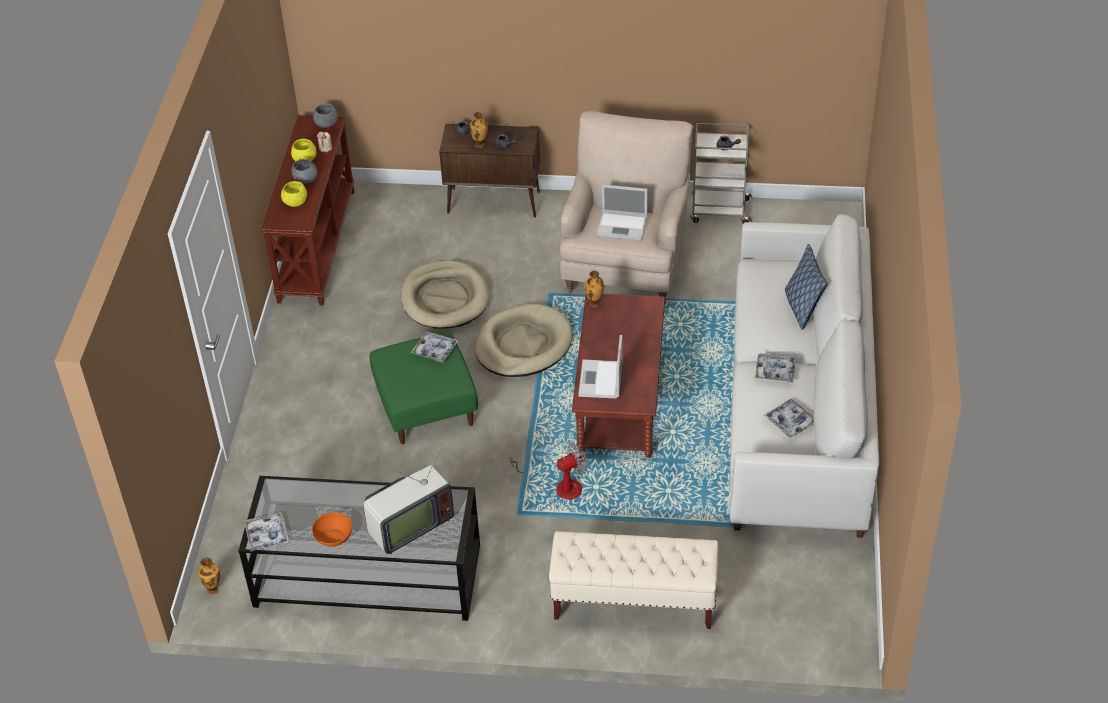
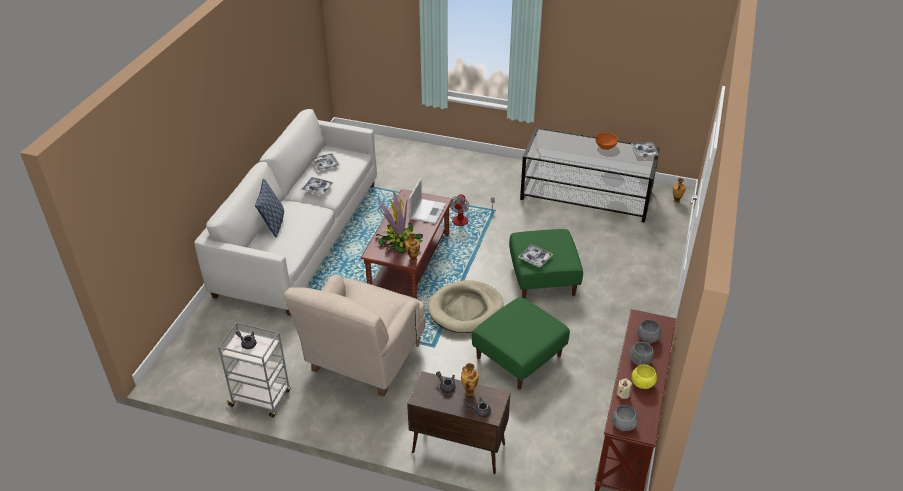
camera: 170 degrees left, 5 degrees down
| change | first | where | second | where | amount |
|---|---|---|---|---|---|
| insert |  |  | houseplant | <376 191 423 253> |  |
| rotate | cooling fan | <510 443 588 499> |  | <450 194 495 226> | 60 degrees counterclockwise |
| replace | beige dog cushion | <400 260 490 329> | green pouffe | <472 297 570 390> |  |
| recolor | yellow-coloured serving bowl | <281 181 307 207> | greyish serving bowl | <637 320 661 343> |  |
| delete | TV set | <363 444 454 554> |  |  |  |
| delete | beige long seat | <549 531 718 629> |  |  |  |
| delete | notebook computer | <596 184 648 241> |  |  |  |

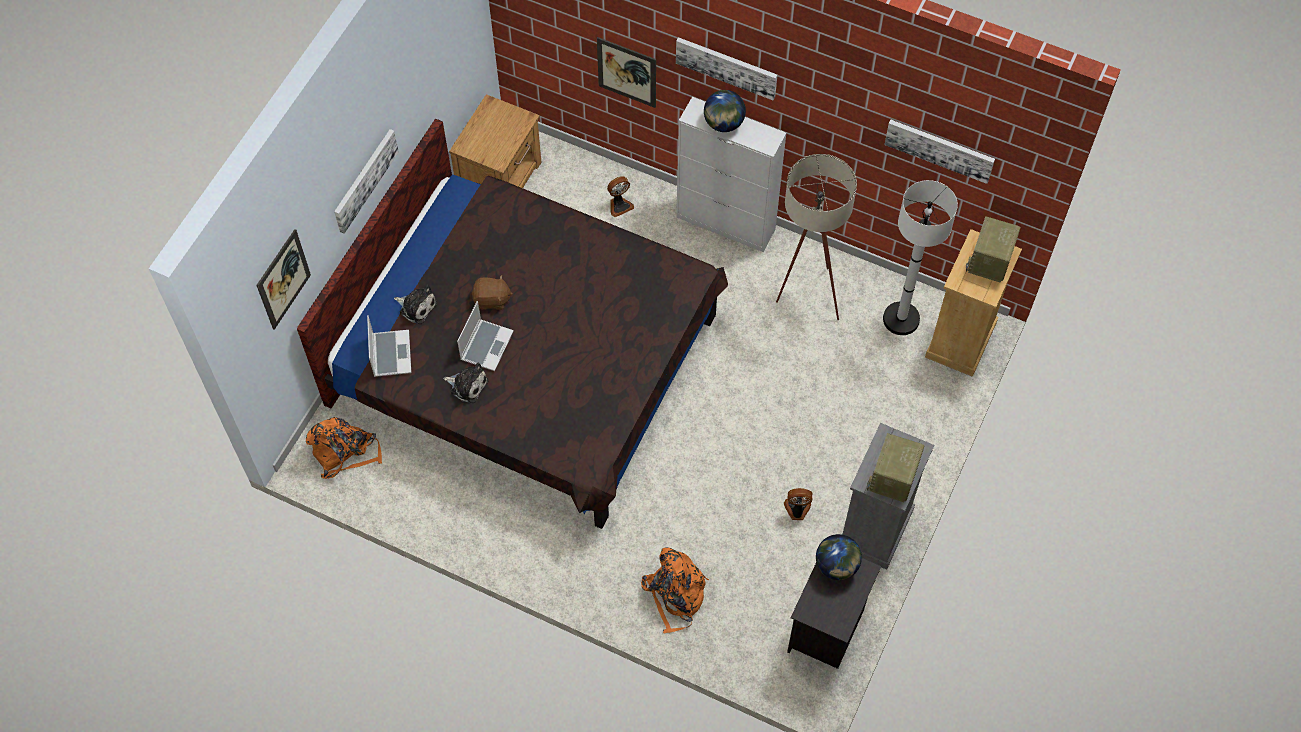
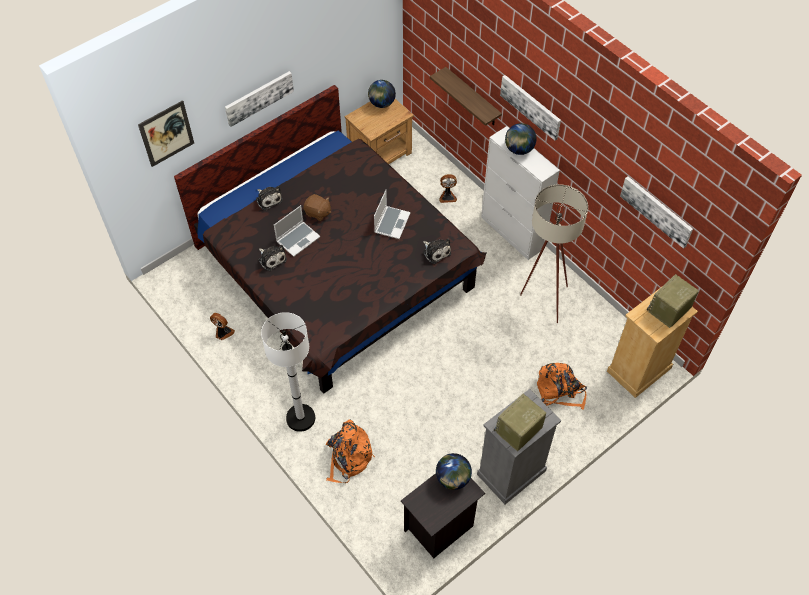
camera: 25 degrees right, 5 degrees down
| change | first | where | second | where | amount |
|---|---|---|---|---|---|
| move | cooling fan | <784 488 813 520> |  | <210 313 235 340> |  |
| move | whitish standing lamp | <883 180 958 335> |  | <261 312 315 432> |  |
| insert |  |  | globe | <368 80 396 108> |  |
| move | notebook computer | <367 315 411 377> |  | <374 190 411 239> |  |
| insert |  |  | plush toy | <423 238 451 264> |  |
| replace | wall art | <597 37 656 108> | wall shelf | <430 67 502 126> |  |
| move | orangey rucksack | <306 417 382 479> |  | <537 363 587 410> |  |

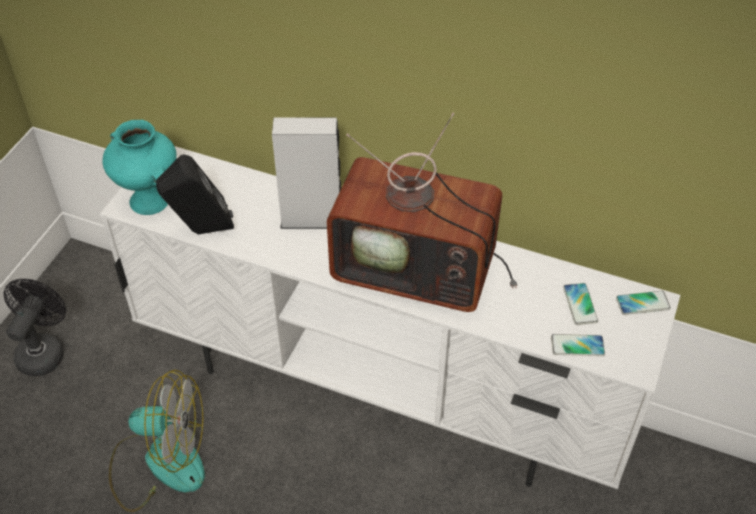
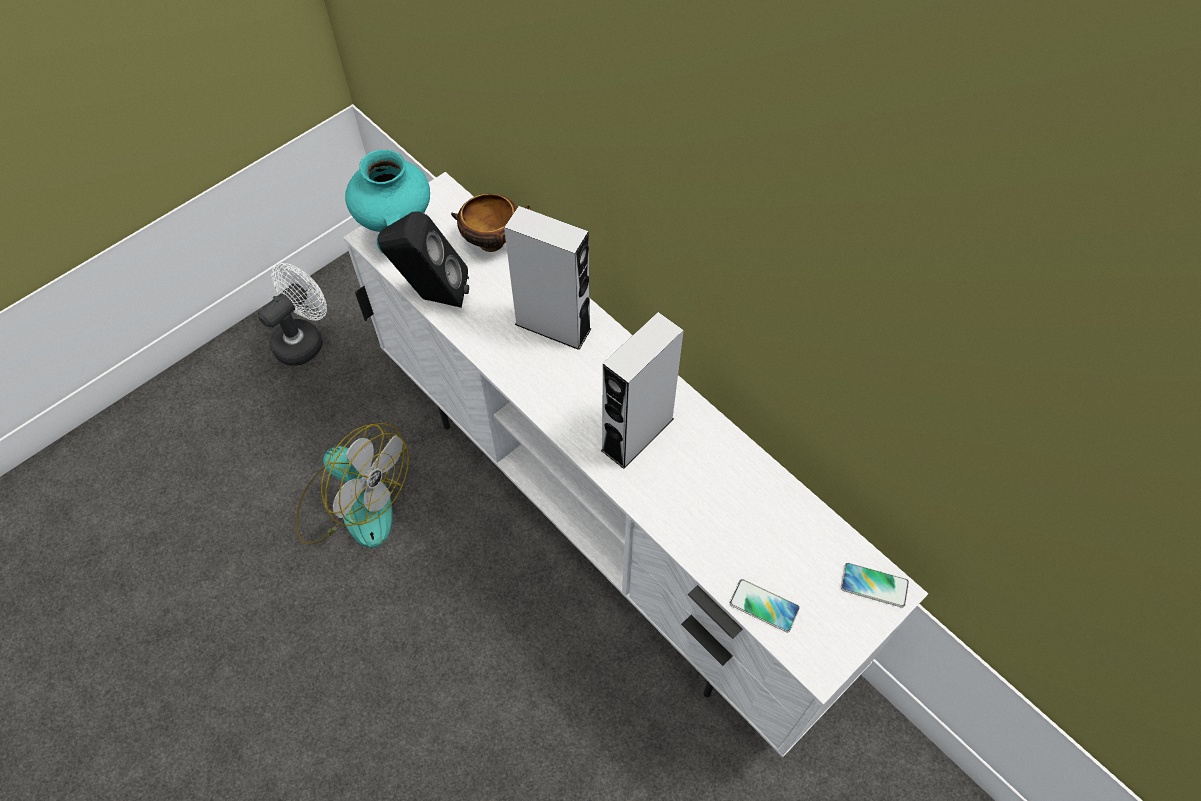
camera: 25 degrees right, 10 degrees up
| change | first | where | second | where | amount |
|---|---|---|---|---|---|
| recolor | black cooling fan | <4 279 66 376> | whitish cooling fan | <258 263 327 366> |  |
| insert |  |  | serving bowl | <451 194 531 252> |  |
| replace | TV set | <327 113 517 312> | greyish audio speaker | <601 312 684 469> |  |
| delete | telephone | <563 283 598 325> |  |  |  |

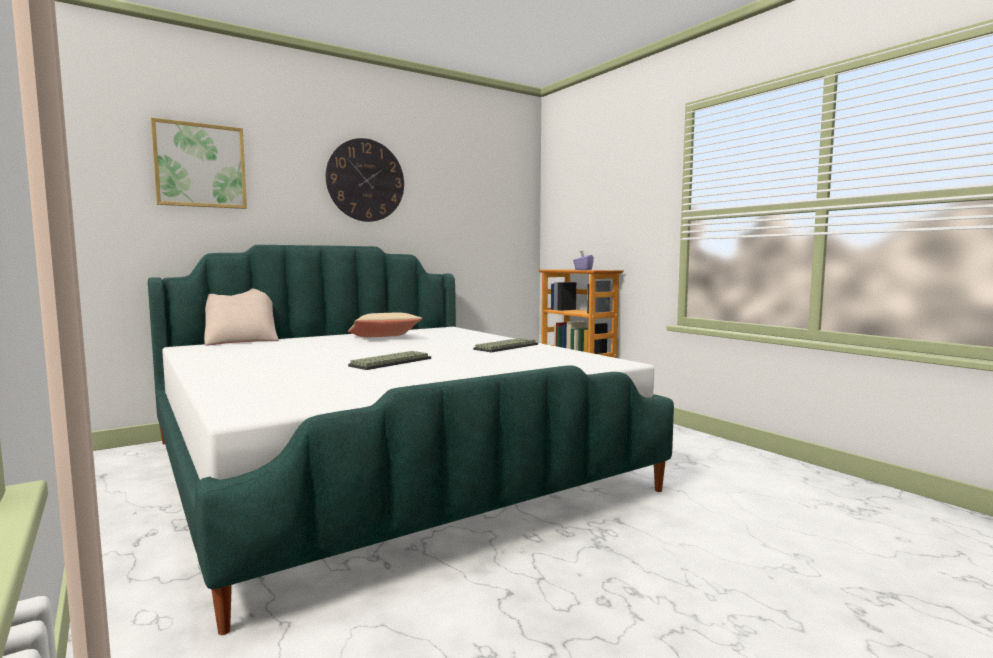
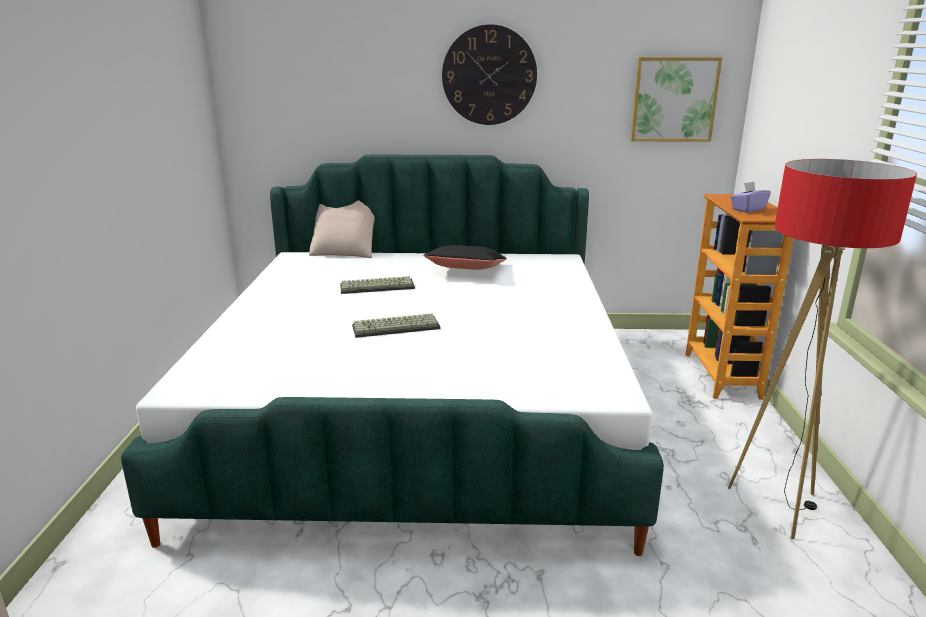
camera: 35 degrees right, 15 degrees up
| change | first | where | second | where | amount |
|---|---|---|---|---|---|
| move | computer keyboard | <473 338 538 352> |  | <340 276 415 294> |  |
| recolor | beige cushion | <348 313 422 337> | black cushion | <423 245 507 270> |  |
| move | wall art | <151 118 247 209> |  | <630 57 722 142> |  |
| insert |  |  | standing lamp | <728 159 917 539> |  |

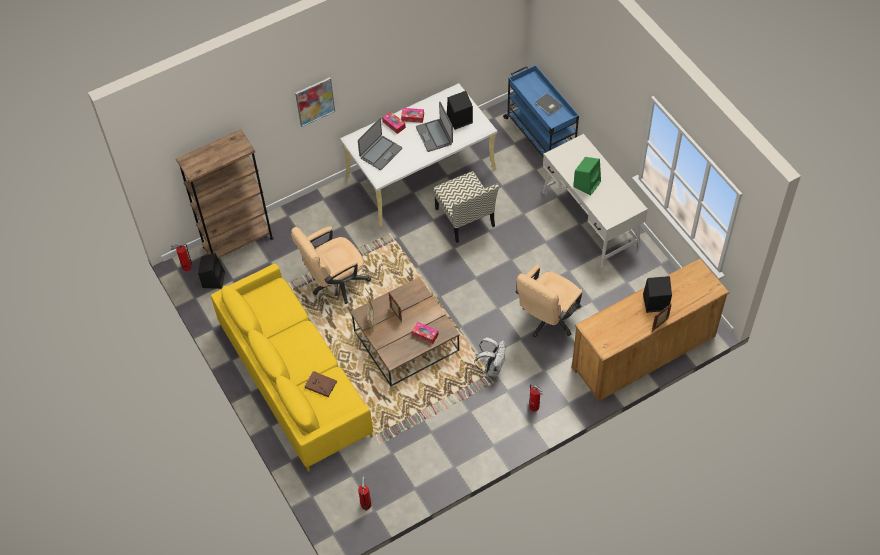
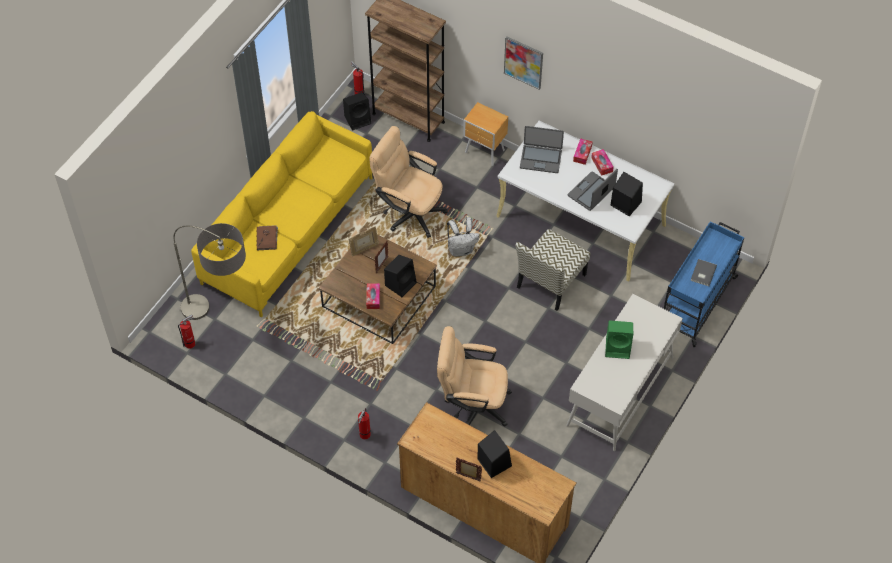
camera: 60 degrees right, 0 degrees up
| change | first | where | second | where | amount |
|---|---|---|---|---|---|
| insert |  |  | standing lamp | <174 223 246 320> |  |
| insert |  |  | black audio speaker | <384 255 417 297> |  |
| move | whitish rucksack | <475 337 505 377> |  | <447 217 480 257> |  |
| insert |  |  | brownish bedside table | <463 102 508 166> |  |

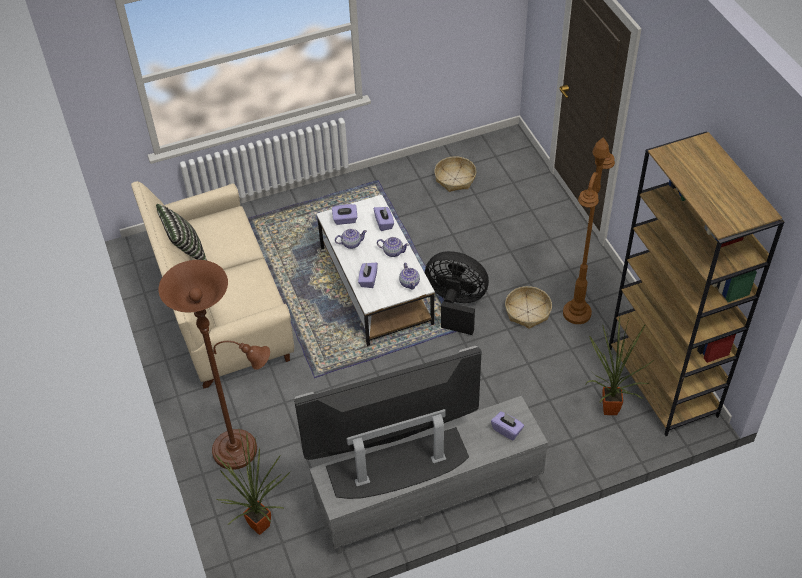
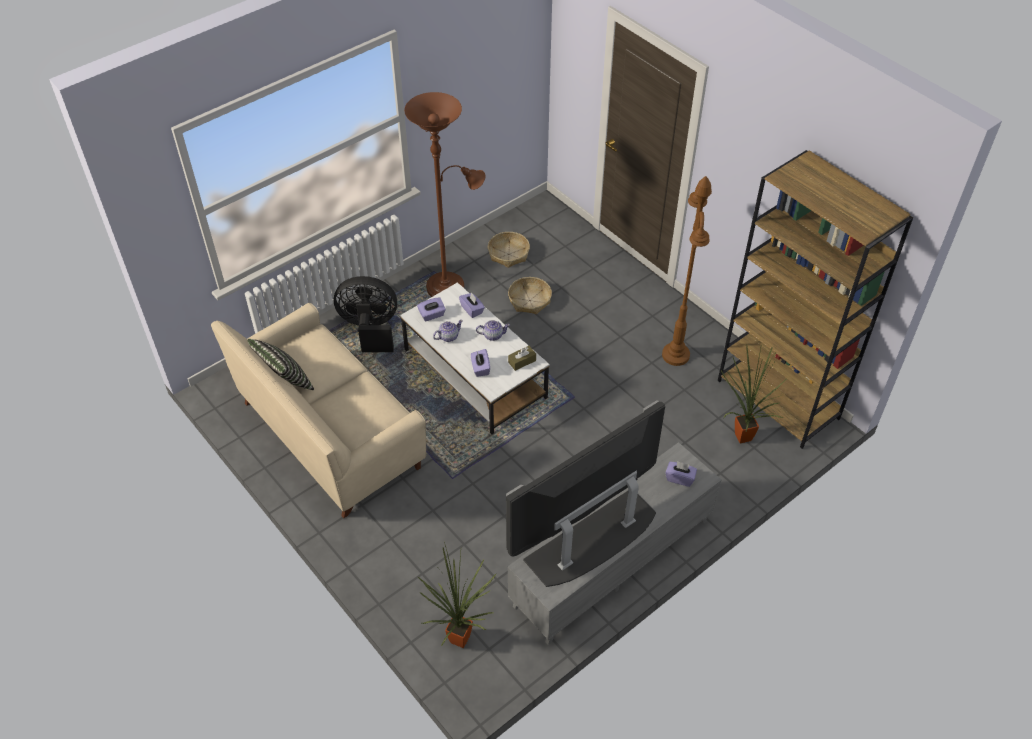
camera: 20 degrees left, 0 degrees up
| change | first | where | second | where | amount |
|---|---|---|---|---|---|
| move | black cooling fan | <425 251 489 335> |  | <334 276 397 352> |  |
| move | brownish standing lamp | <159 260 270 470> |  | <404 92 485 297> |  |
| move | basket | <505 286 552 329> |  | <508 277 552 314> |  |
| replace | pot for tea | <399 263 420 290> | brownish box of tissues | <508 346 536 371> |  |

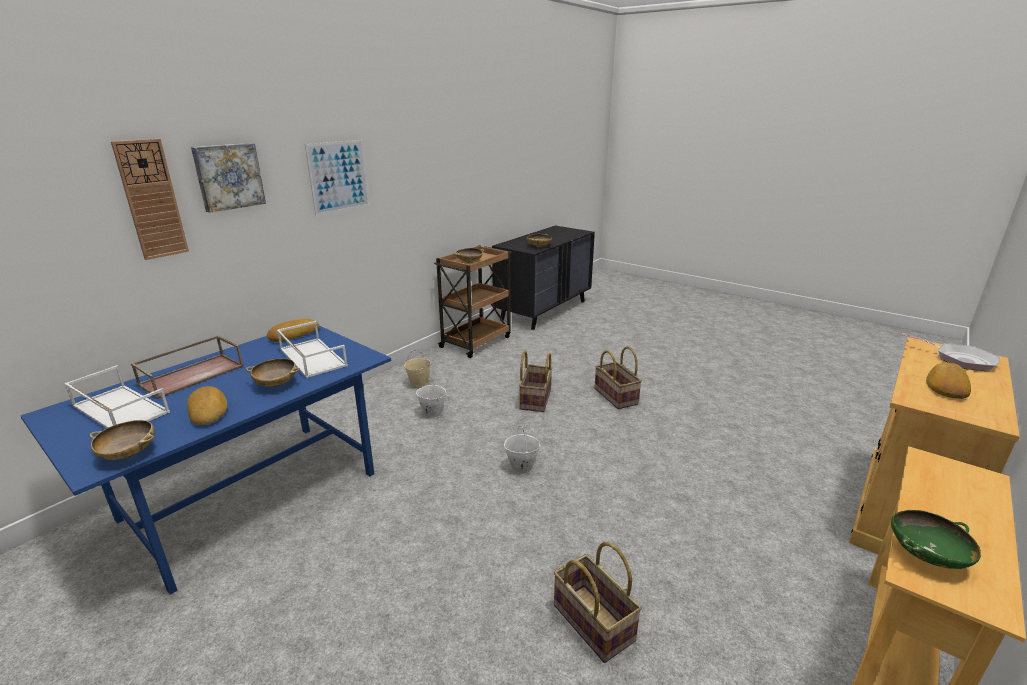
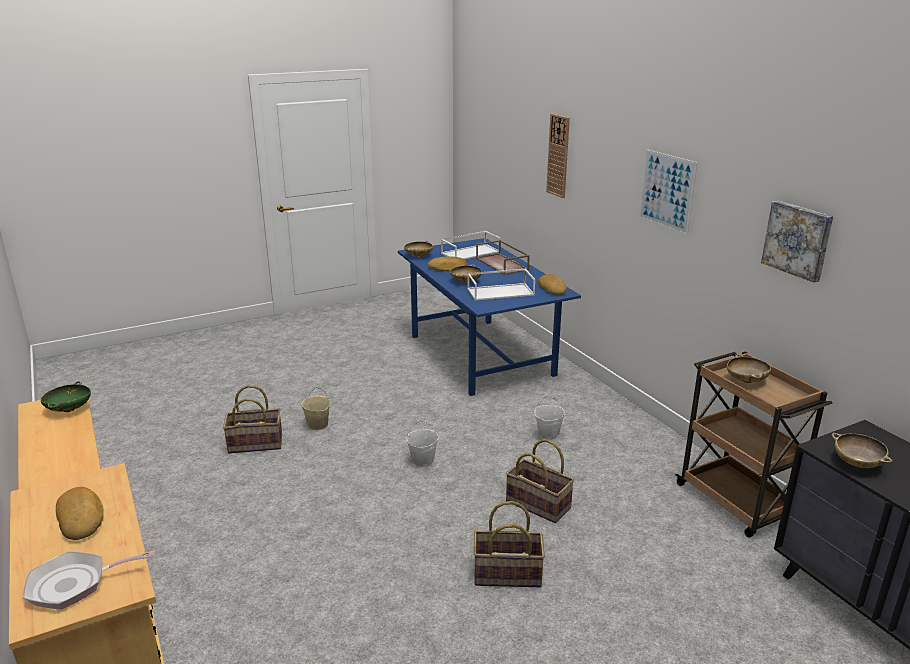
camera: 115 degrees right, 0 degrees up
| change | first | where | second | where | amount |
|---|---|---|---|---|---|
| move | beige pail | <404 349 431 388> |  | <301 387 330 431> |  |
| move | wall art | <191 143 266 213> |  | <761 200 833 283> |  |

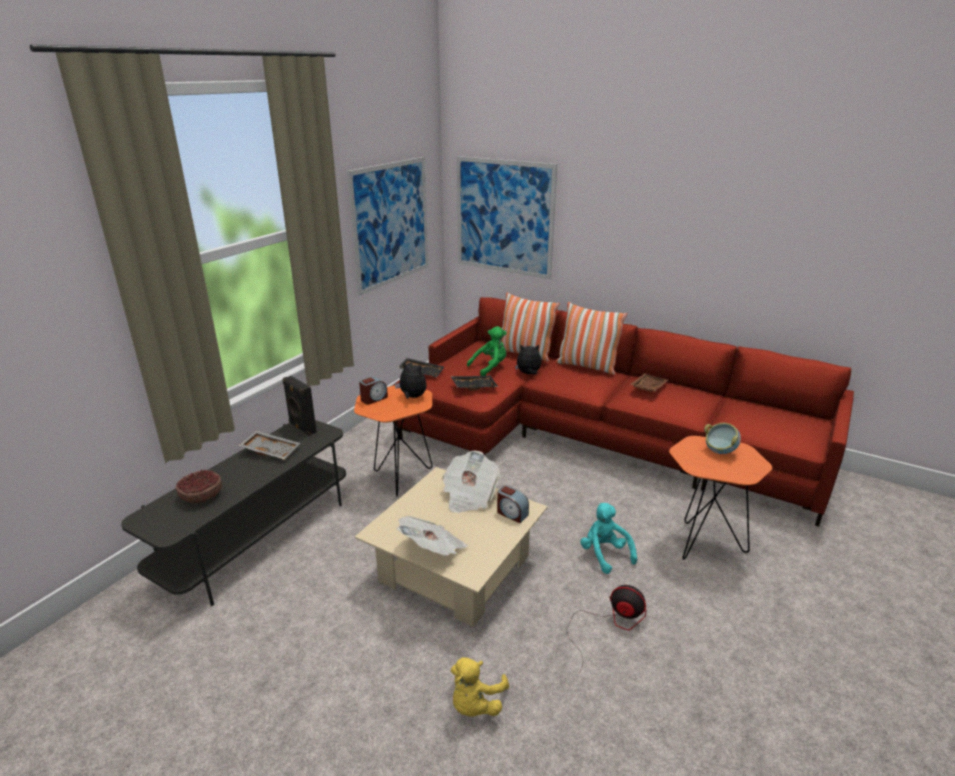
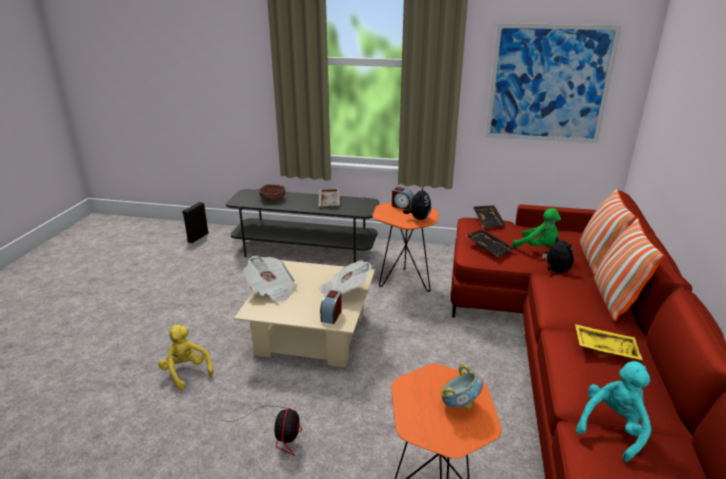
camera: 70 degrees right, 0 degrees up
| change | first | where | second | where | amount |
|---|---|---|---|---|---|
| rotate | yellow-coloured plush toy | <451 657 509 717> |  | <158 325 213 390> | 45 degrees clockwise |
| move | black audio speaker | <283 376 317 436> |  | <182 202 209 243> |  |
| recolor | brownish serving tray | <630 373 668 392> | yellow-coloured serving tray | <575 324 643 360> |  |
| move | turquoise plush toy | <580 503 637 574> |  | <576 361 651 462> |  |
| delete | wall art | <457 156 557 279> |  |  |  |

